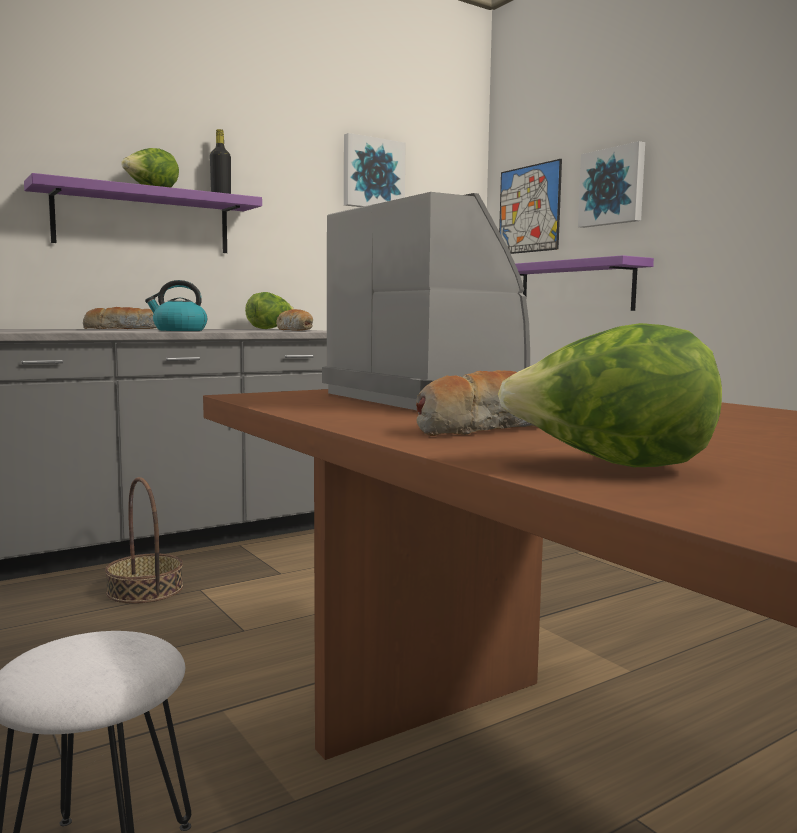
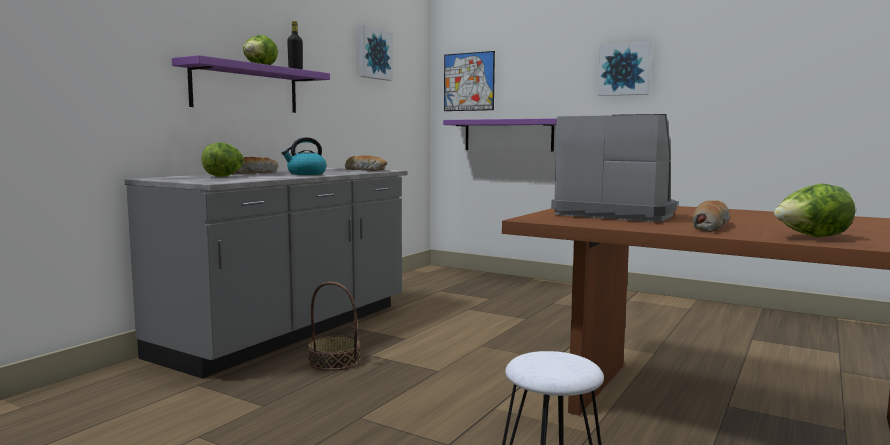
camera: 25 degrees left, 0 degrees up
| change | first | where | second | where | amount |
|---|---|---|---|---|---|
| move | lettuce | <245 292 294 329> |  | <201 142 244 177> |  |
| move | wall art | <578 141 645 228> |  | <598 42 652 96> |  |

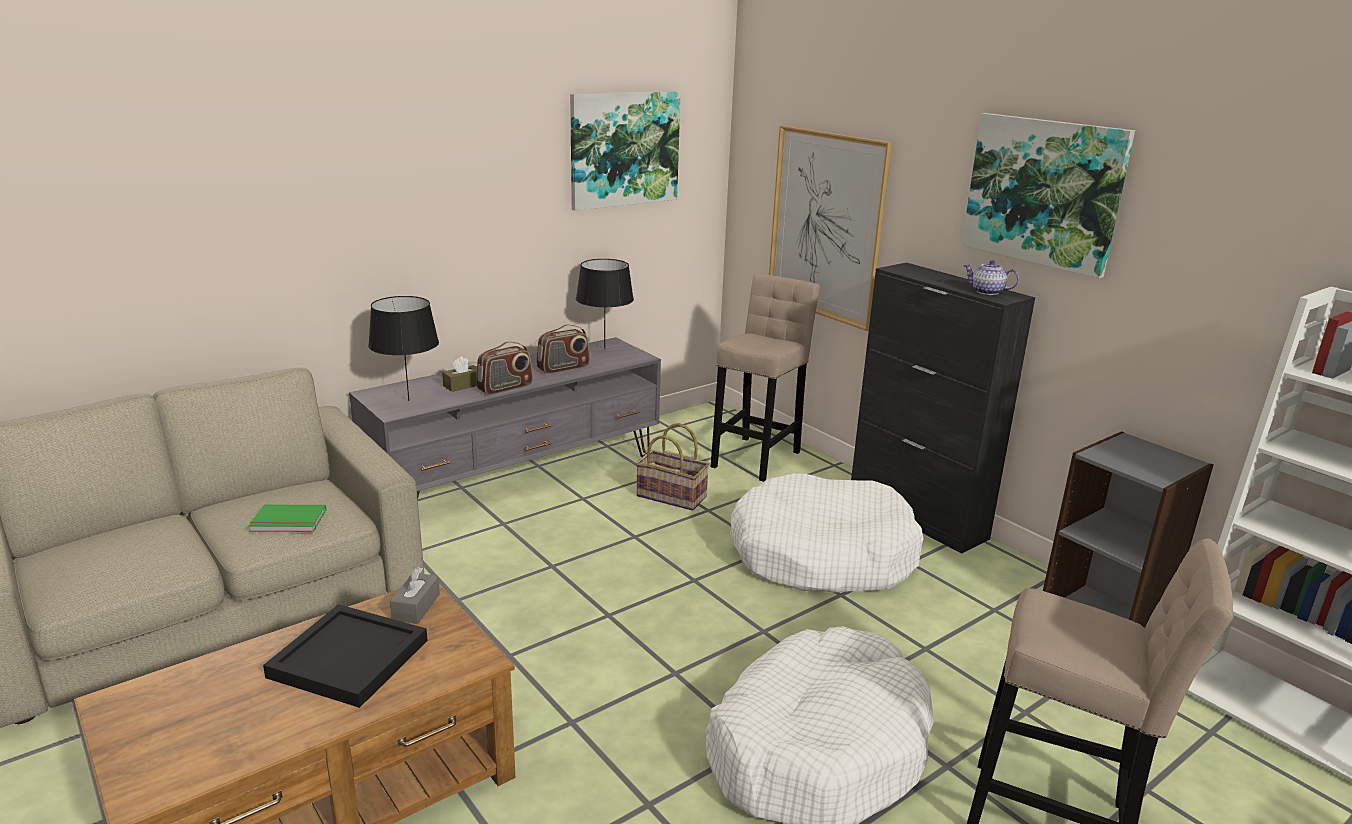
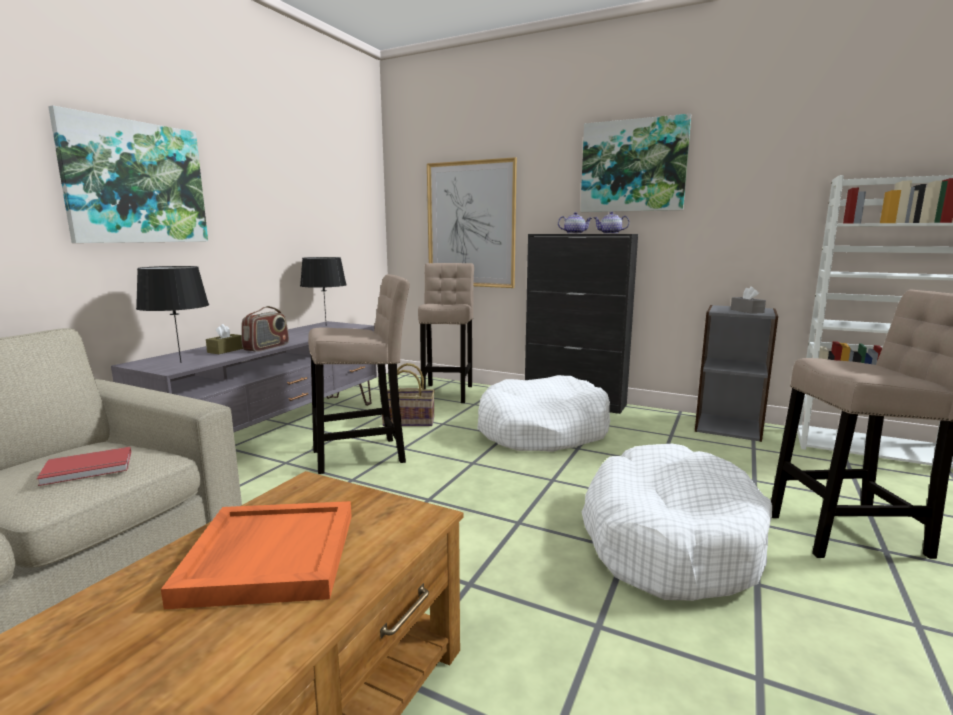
camera: 25 degrees left, 10 degrees down
| change | first | where | second | where | amount |
|---|---|---|---|---|---|
| recolor | green volume | <249 504 326 532> | reddish volume | <37 447 131 486> |  |
| move | wall art | <570 91 681 211> |  | <48 105 208 243> |  |
| recolor | black serving tray | <263 604 428 708> | orangey serving tray | <161 501 352 609> |  |
| insert |  |  | beige stool seat | <308 274 410 474> |  |
| insert |  |  | pot for tea | <558 212 592 234> |  |
| move | greyish box of tissues | <390 567 440 624> |  | <731 286 766 314> |  |
| delete | radio set | <537 324 590 374> |  |  |  |

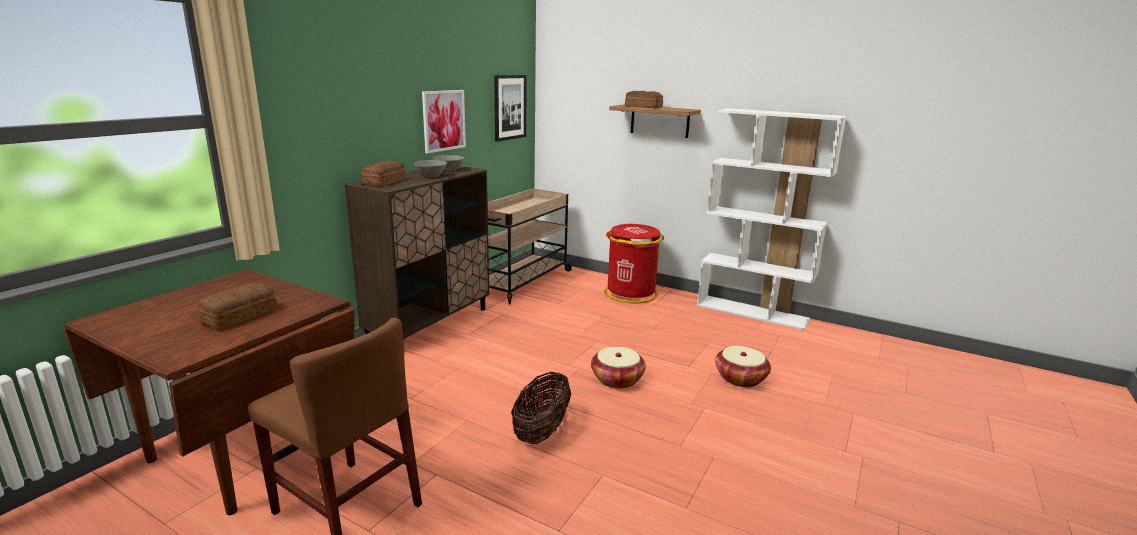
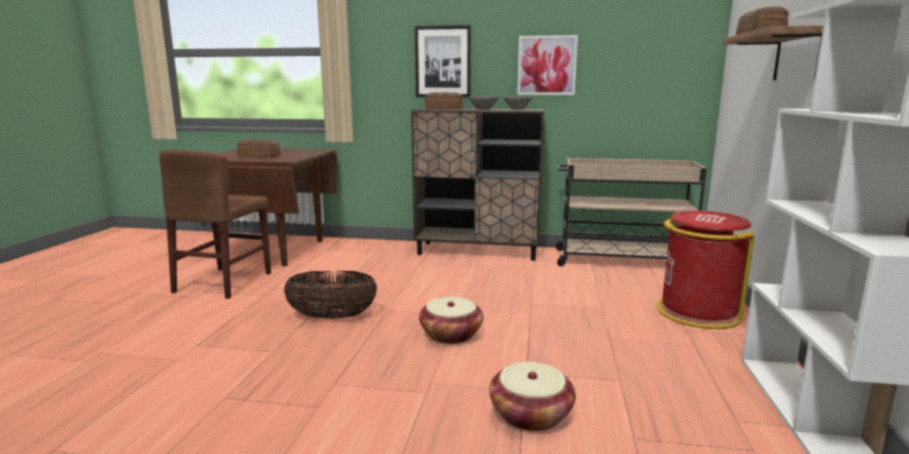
camera: 70 degrees right, 5 degrees down
| change | first | where | second | where | amount |
|---|---|---|---|---|---|
| move | wall art | <494 75 526 142> |  | <415 25 471 97> |  |

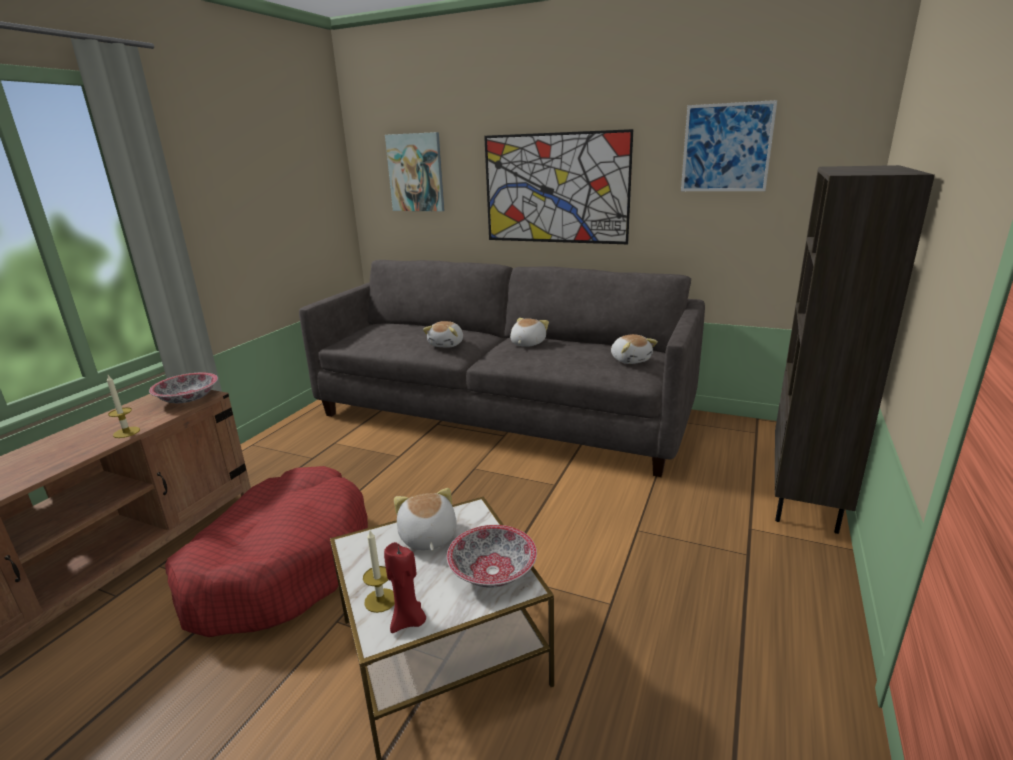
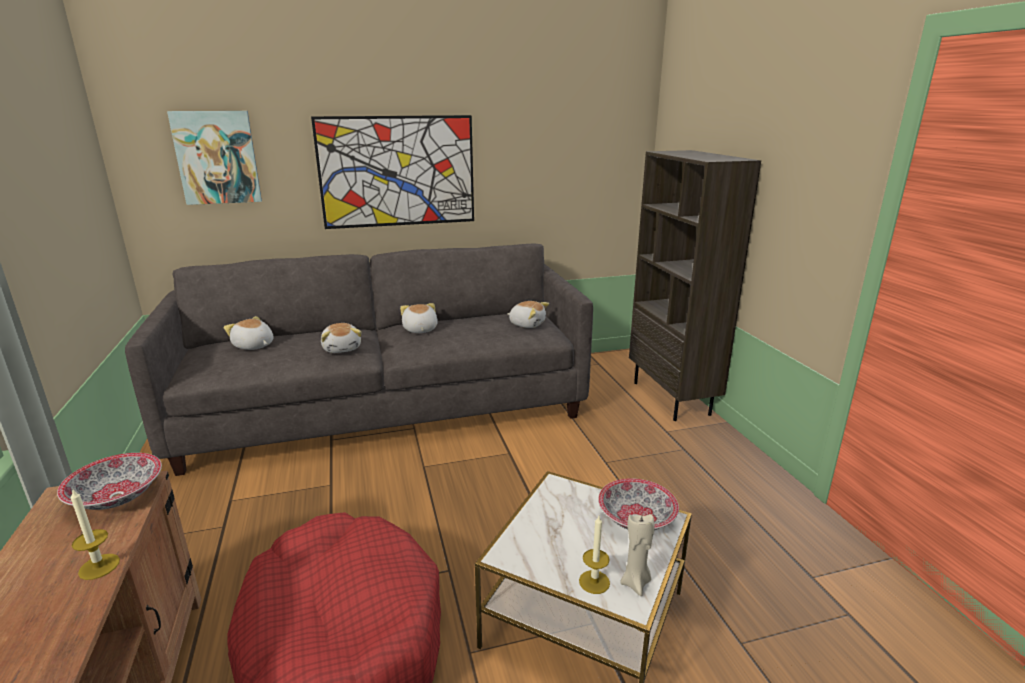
camera: 40 degrees left, 0 degrees up
| change | first | where | second | where | amount |
|---|---|---|---|---|---|
| move | plush toy | <394 488 457 551> |  | <224 316 273 350> |  |
| recolor | reddish wax candle | <384 542 426 633> | beige wax candle | <620 514 654 596> |  |
| delete | wall art | <681 100 777 191> |  |  |  |

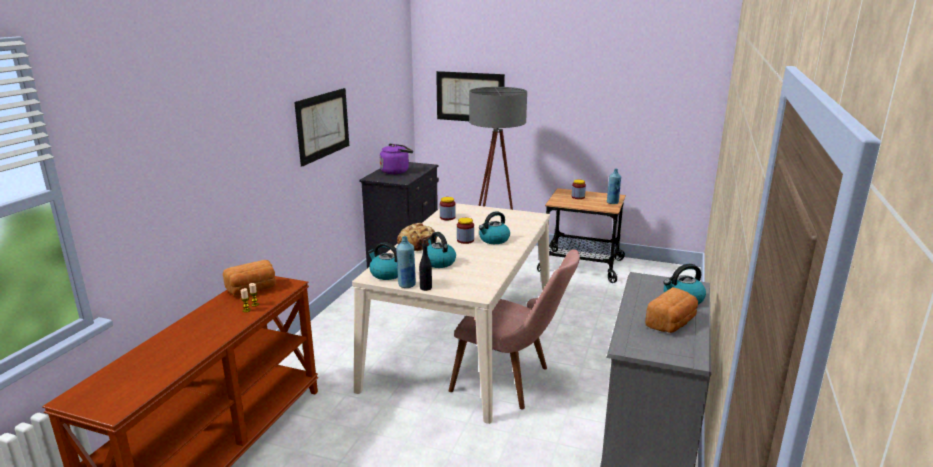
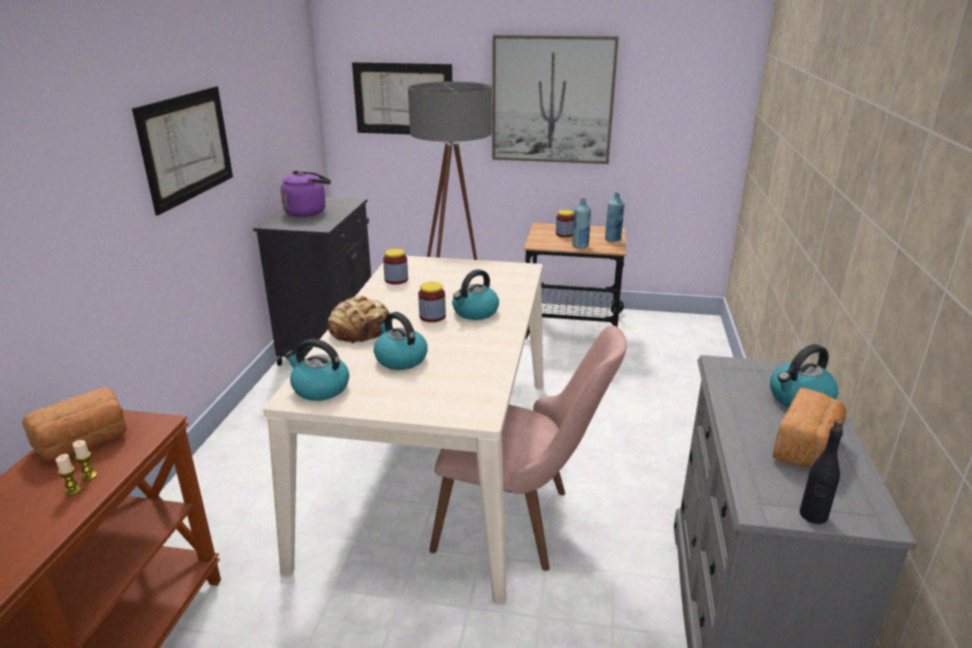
camera: 10 degrees left, 5 degrees up
| change | first | where | second | where | amount |
|---|---|---|---|---|---|
| insert |  |  | wall art | <492 35 619 164> |  |
| move | blue bottle | <396 236 416 288> |  | <572 198 591 248> |  |
| move | black bottle | <419 239 432 291> |  | <800 419 844 524> |  |

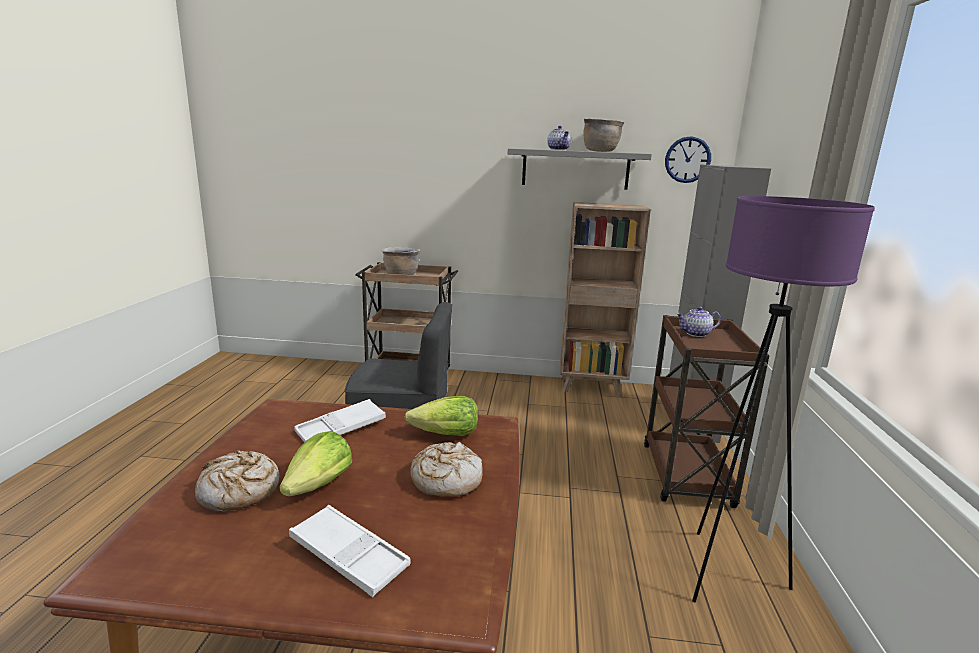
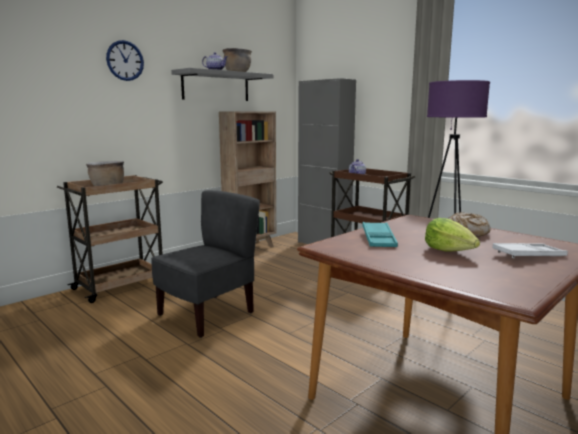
camera: 50 degrees left, 5 degrees down
| change | first | where | second | where | amount |
|---|---|---|---|---|---|
| move | hanging clock | <665 136 711 183> |  | <106 40 144 81> |  |
| recolor | whitish serving tray | <294 399 386 443> | turquoise serving tray | <362 222 398 247> |  |
| delete | bakery bread | <195 450 280 511> |  |  |  |
| delete | lettuce | <404 396 478 436> |  |  |  |

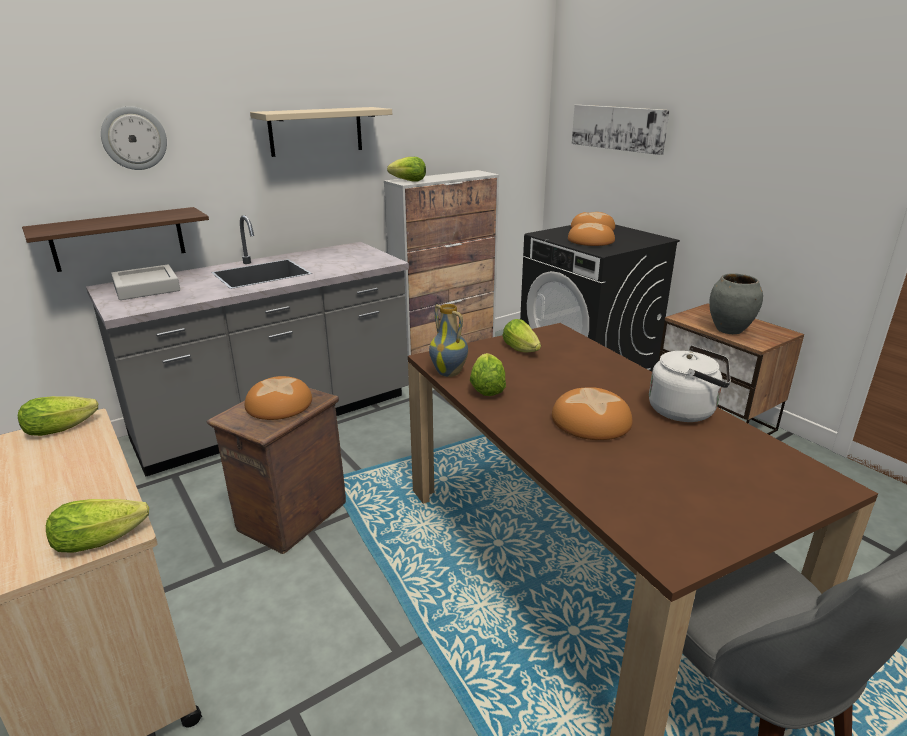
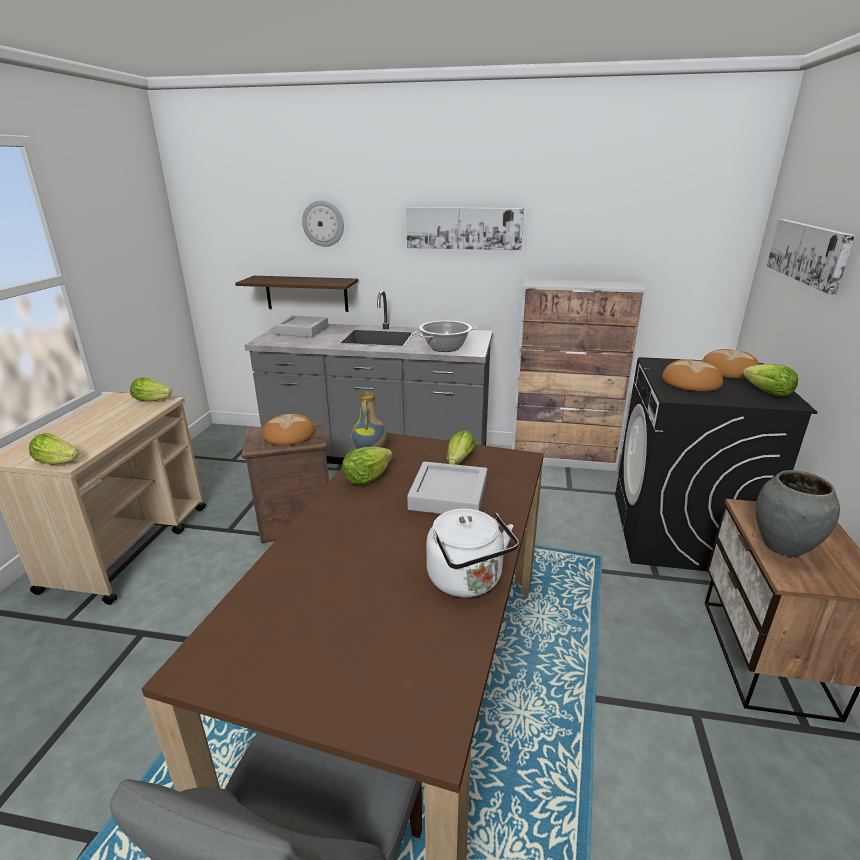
camera: 45 degrees right, 0 degrees up
| change | first | where | second | where | amount |
|---|---|---|---|---|---|
| replace | beige wall shelf | <250 107 392 157> | wall art | <406 207 524 250> |  |
| insert |  |  | greyish serving tray | <407 462 488 514> |  |
| insert |  |  | saucepot | <415 321 476 352> |  |
| move | lettuce | <387 157 426 182> |  | <743 364 798 397> |  |
| delete | bakery bread | <552 387 633 440> |  |  |  |

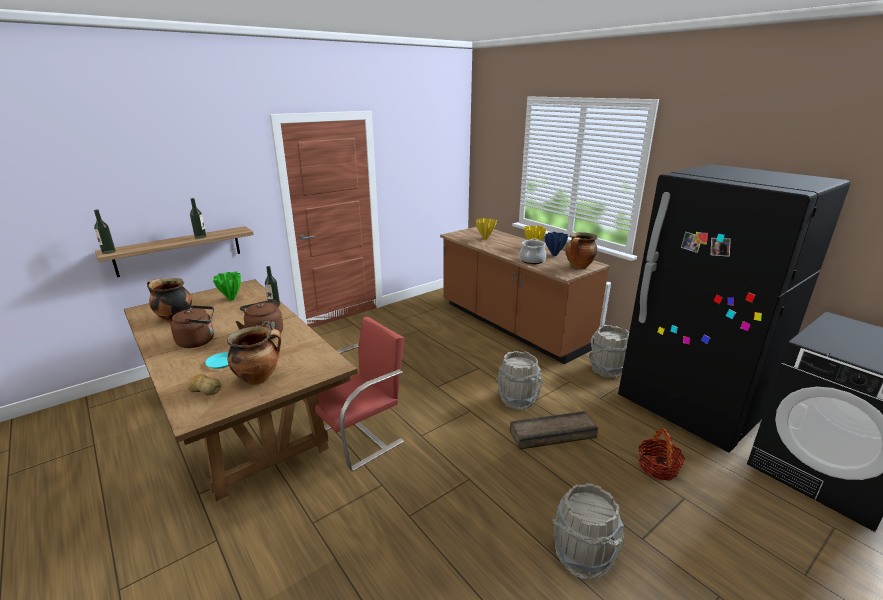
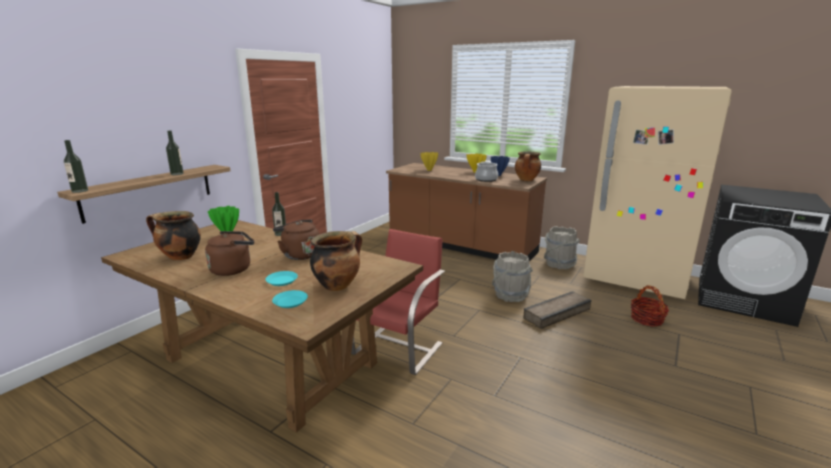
camera: 20 degrees left, 5 degrees down
| change | first | where | second | where | amount |
|---|---|---|---|---|---|
| replace | bakery bread | <187 374 222 395> | turquoise dinner plate | <272 290 308 308> |  |
| recolor | black kitchen fridge | <618 164 850 452> | beige kitchen fridge | <583 86 732 299> |  |
| delete | greyish pail | <551 483 624 579> |  |  |  |

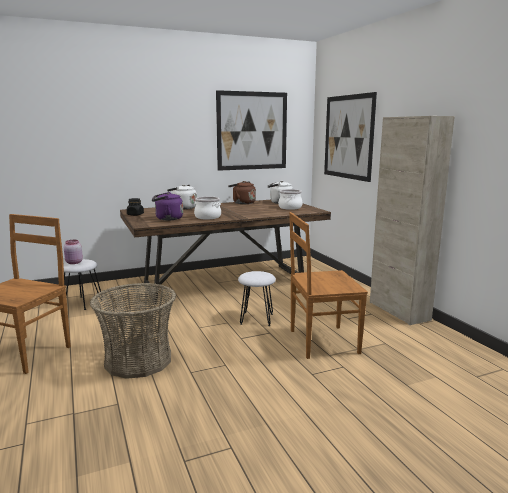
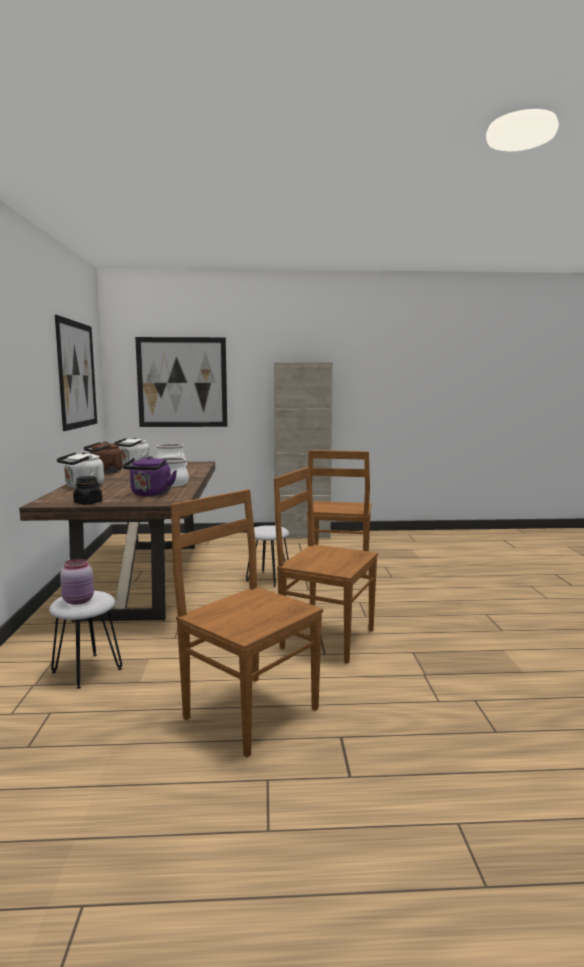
camera: 70 degrees left, 5 degrees down
| change | first | where | second | where | amount |
|---|---|---|---|---|---|
| replace | basket | <90 283 176 379> | brownish upright chair | <274 467 378 664> |  |

